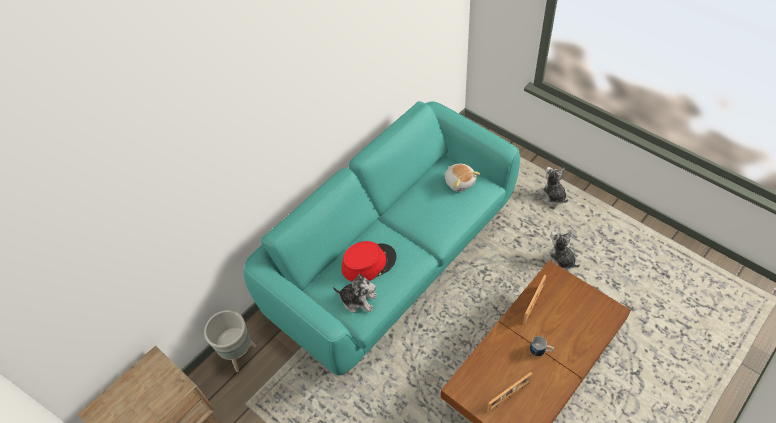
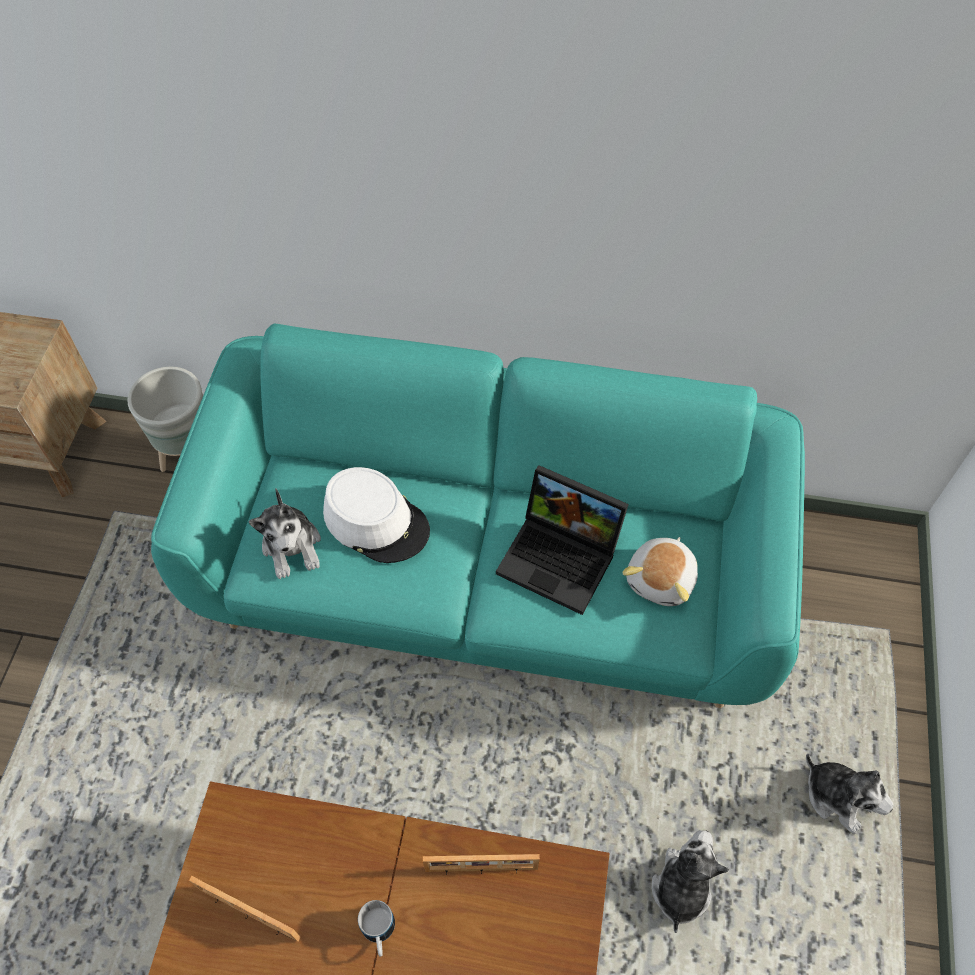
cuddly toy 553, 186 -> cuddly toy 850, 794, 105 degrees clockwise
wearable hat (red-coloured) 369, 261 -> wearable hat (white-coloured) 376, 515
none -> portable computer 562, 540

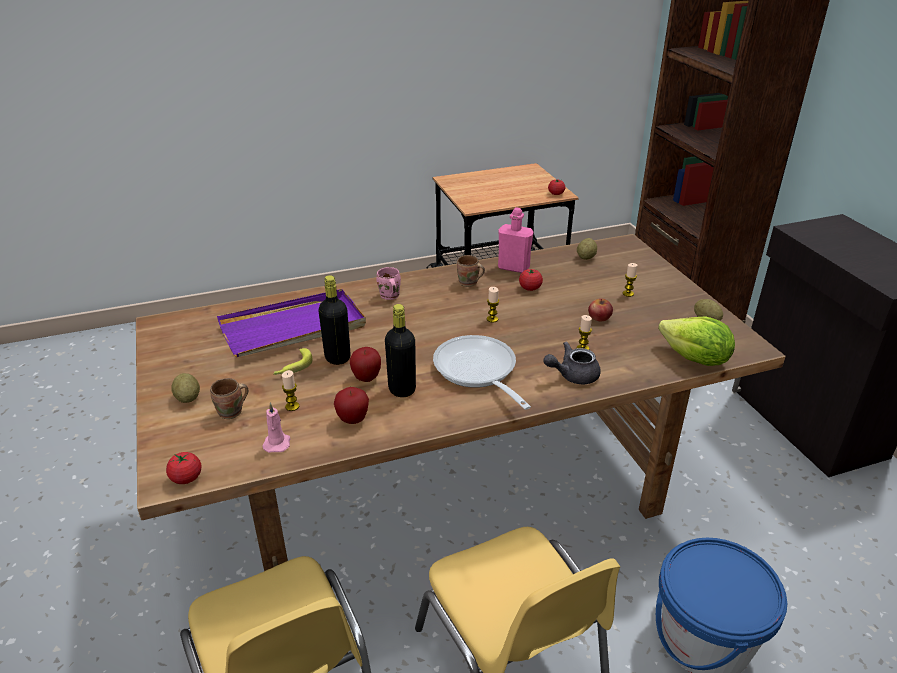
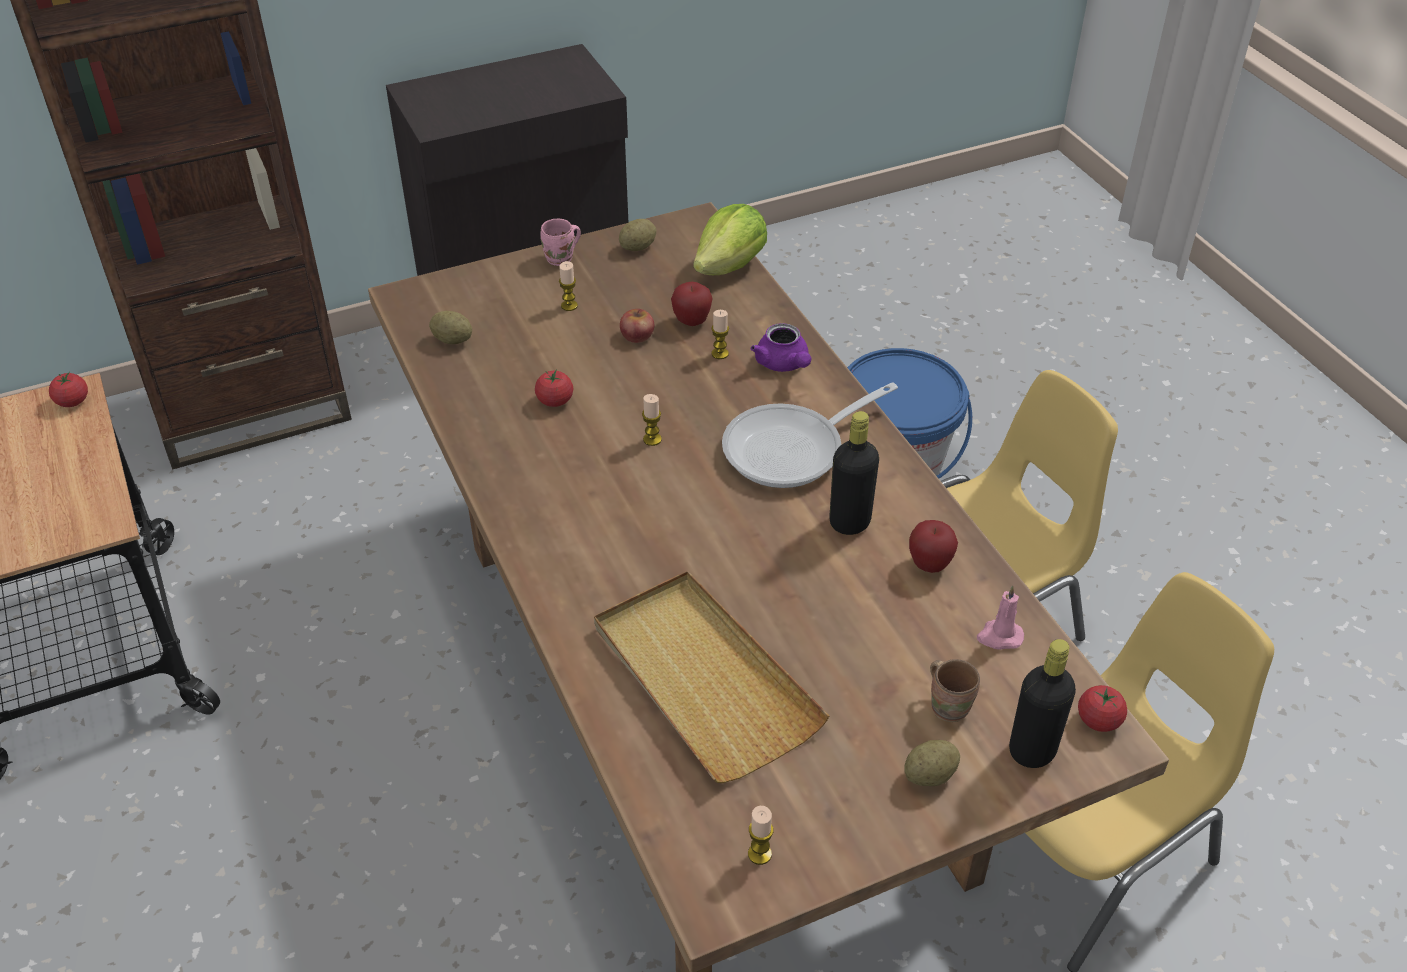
drink bottle (pink) 515, 240 -> none
coffee mug (brown) 471, 271 -> none
coffee mug (pink) 388, 283 -> coffee mug (pink) 560, 242, moved
drink bottle (black-coloured) 334, 320 -> drink bottle (black-coloured) 1042, 703, moved
tray (purple-coloured) 291, 323 -> tray (sand-coloured) 711, 677
tea pot (grey) 572, 362 -> tea pot (purple-coloured) 781, 347
apple fruit 365, 364 -> apple fruit 691, 304, moved
whole banana 293, 361 -> none
wax light 290, 390 -> wax light 761, 835, moved

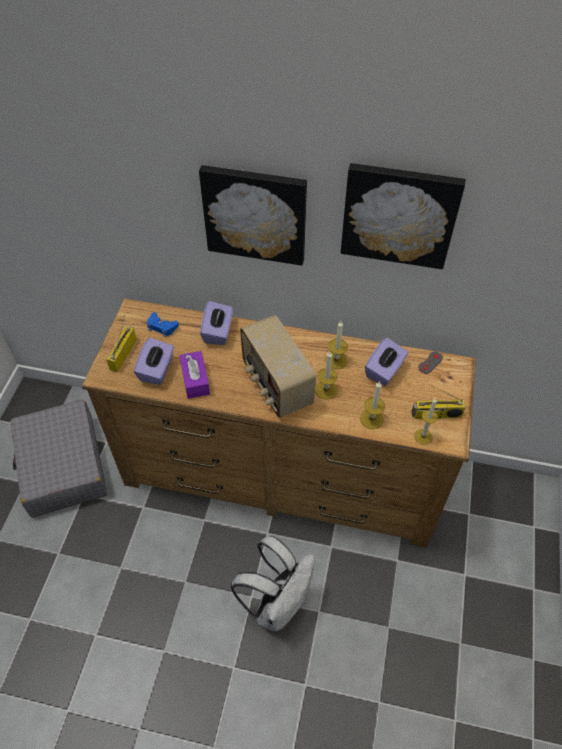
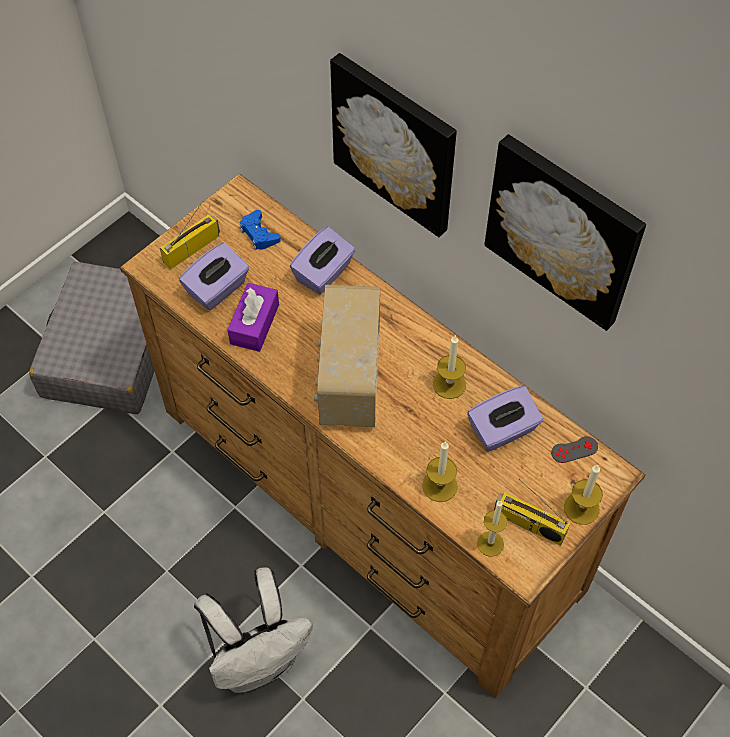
wax light 326, 375 -> wax light 583, 495, moved

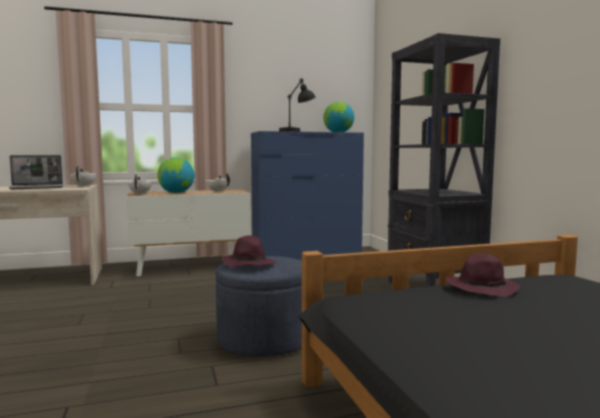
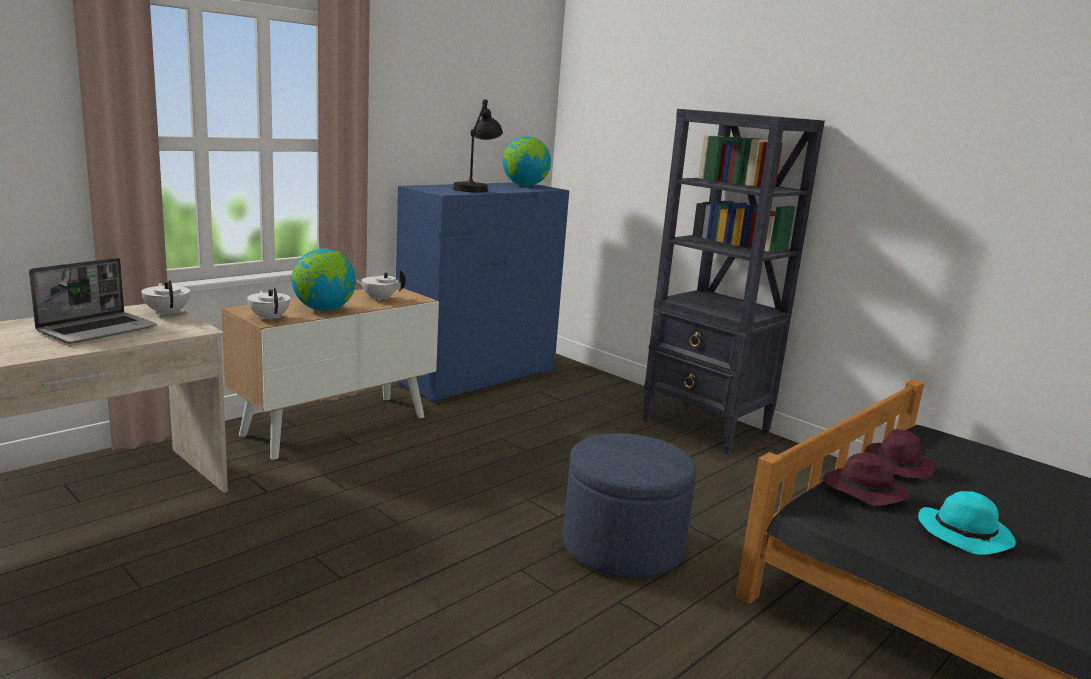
wearable hat (purple-coloured) 248, 251 -> wearable hat (purple-coloured) 867, 479, moved
none -> wearable hat (blue-green) 967, 523

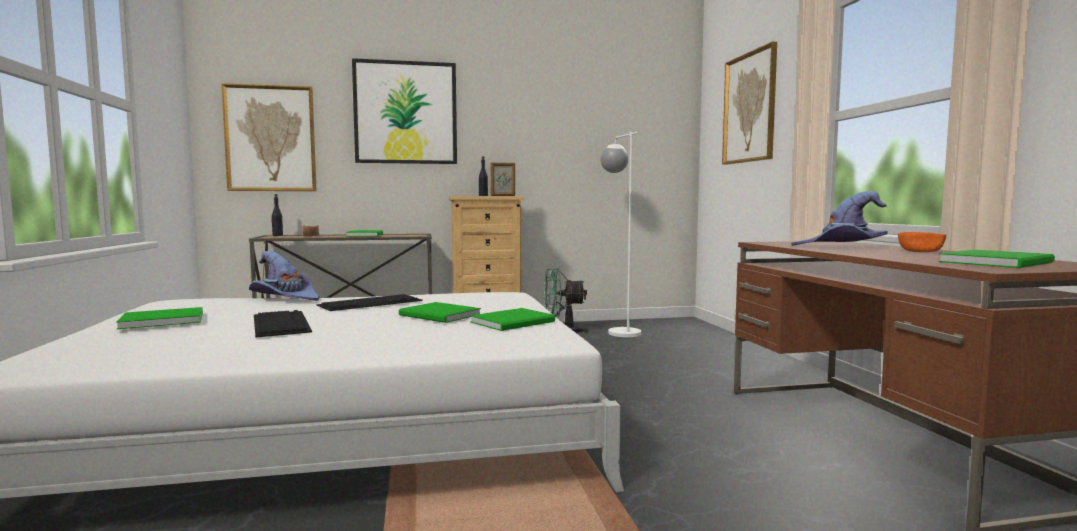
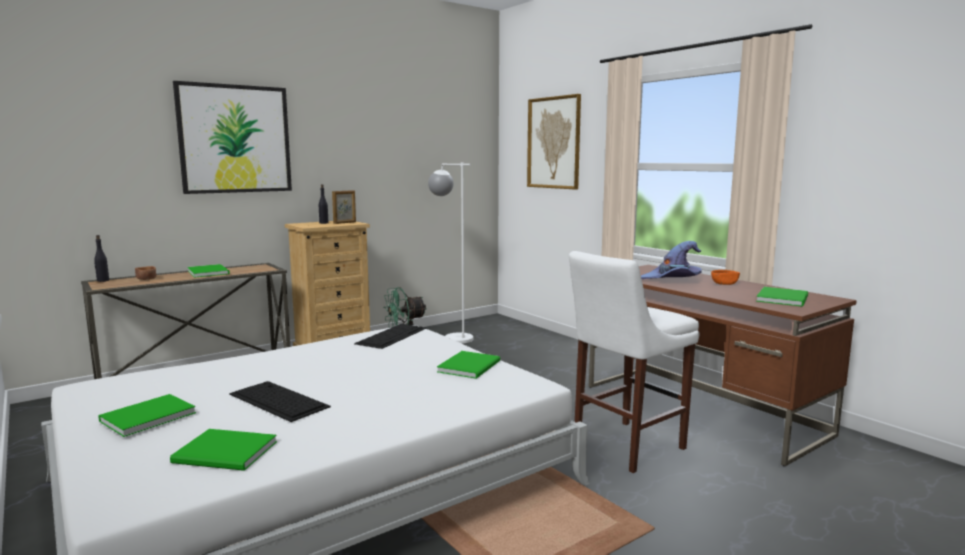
wall art 269, 137 -> none
wearable hat (purple-coloured) 284, 276 -> none
keyboard 369, 302 -> keyboard 390, 336, moved
volume (green) 440, 312 -> volume (green) 223, 450, moved
none -> stool seat (white-coloured) 634, 362

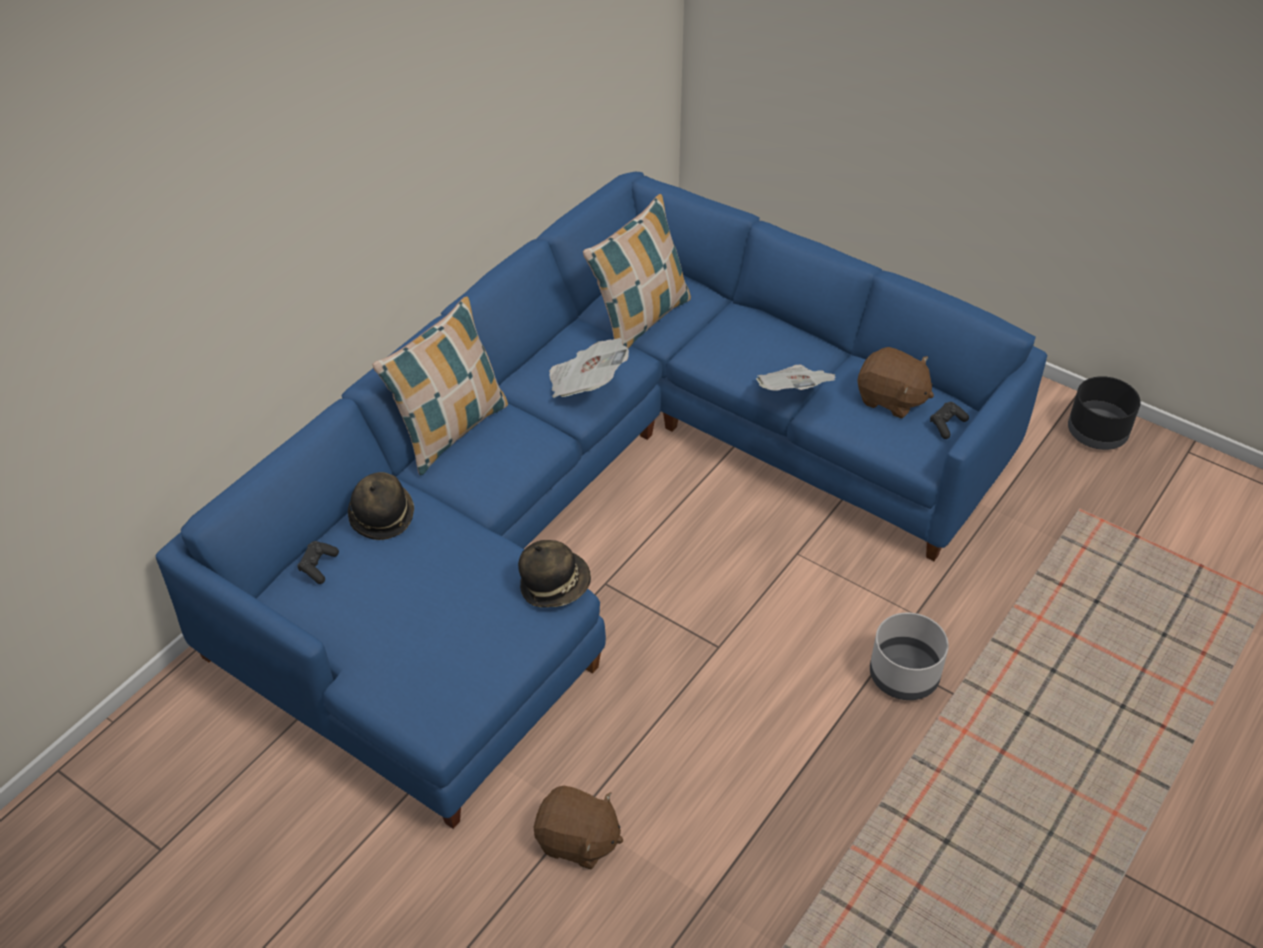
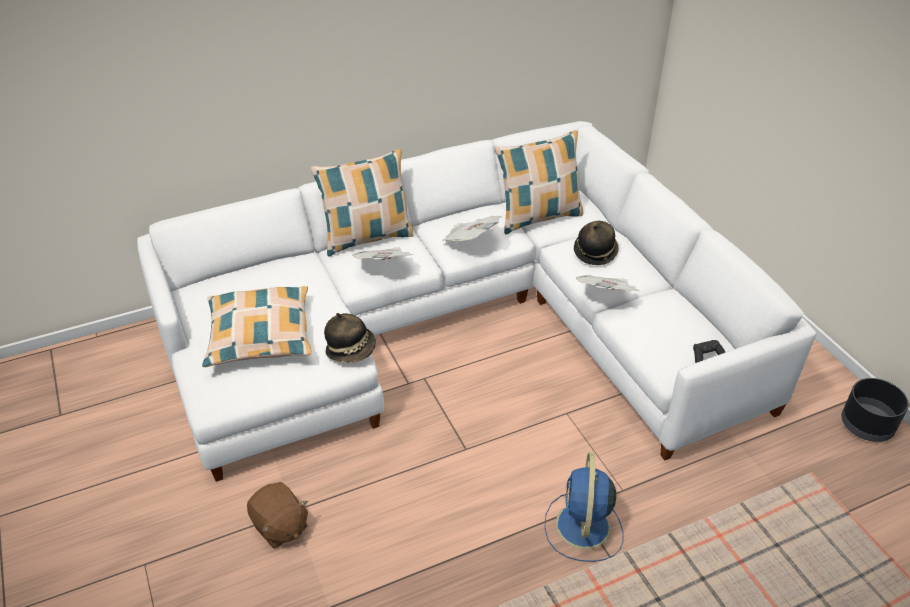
couch (blue-coloured) 602, 500 -> couch (white-coloured) 477, 301
cuddly toy (brown) 895, 383 -> none
wearable hat 381, 506 -> wearable hat 596, 243, moved
joypad (black-coloured) 318, 562 -> none
flower pot (grey) 909, 656 -> cooling fan (blue-coloured) 584, 507
none -> printed paper 383, 254
none -> throw pillow 256, 326

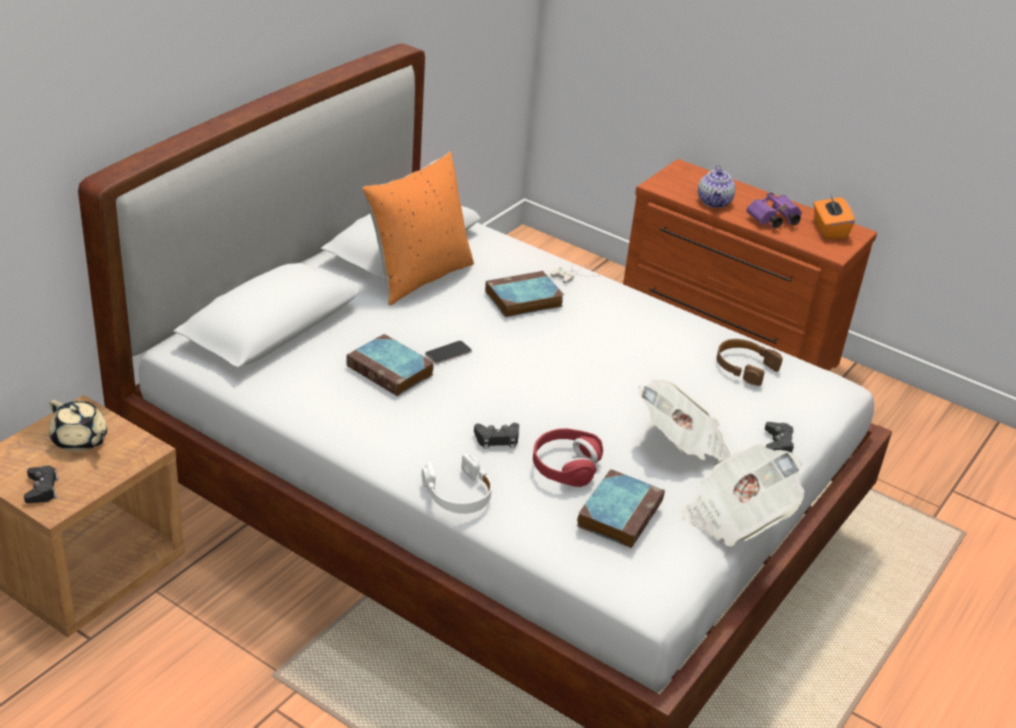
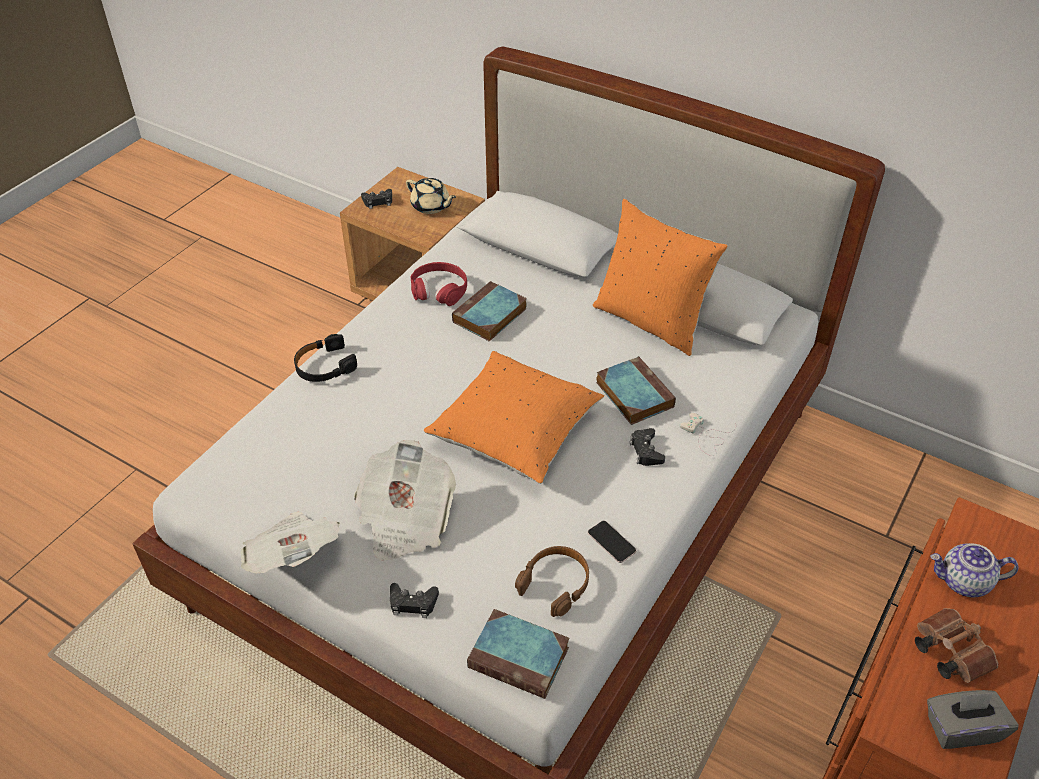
binoculars (purple-coloured) 774, 210 -> binoculars (brown) 956, 645
box of tissues (orange-coloured) 834, 217 -> box of tissues (grey) 973, 719
telephone 448, 352 -> telephone 612, 541, moved
tea pot (sand-coloured) 78, 426 -> tea pot (sand-coloured) 431, 196, 90 degrees counterclockwise
joypad (black-coloured) 496, 436 -> joypad (black-coloured) 647, 447, moved
headset (red-coloured) 568, 457 -> headset (red-coloured) 439, 284, moved
headset (white-coloured) 457, 484 -> headset (black-coloured) 325, 358
volume 621, 508 -> volume 518, 654, moved
none -> throw pillow (orange-coloured) 514, 417

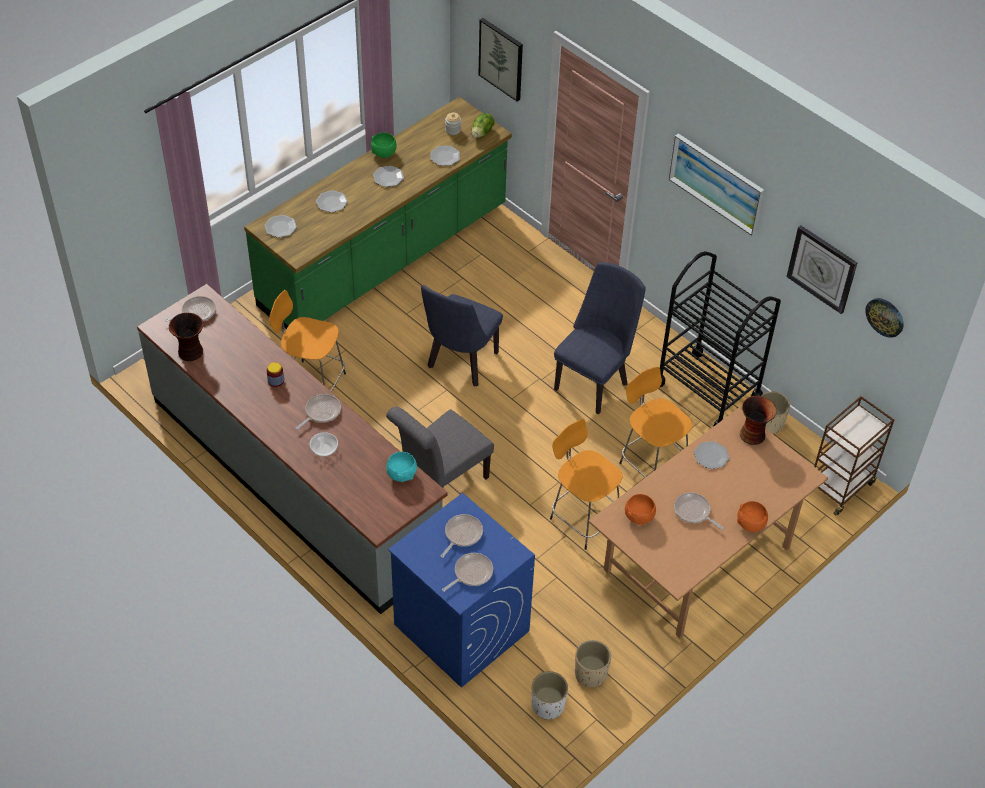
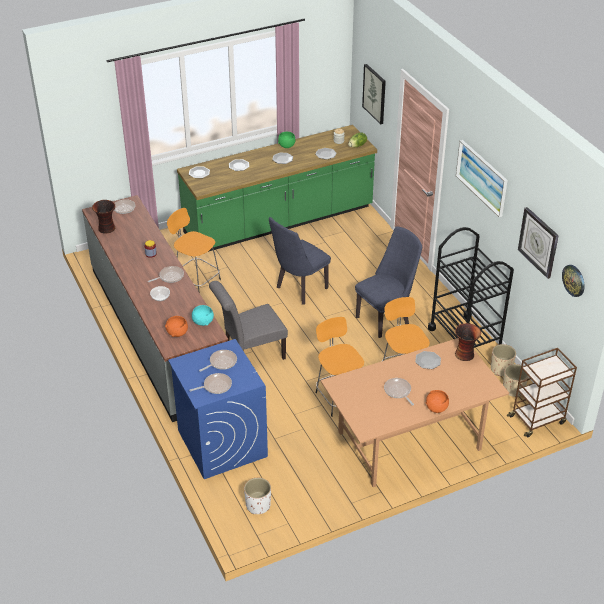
bowl (orange-coloured) 640, 510 -> bowl (orange-coloured) 176, 326, moved
flower pot (sand-coloured) 593, 663 -> flower pot (sand-coloured) 515, 380, moved

